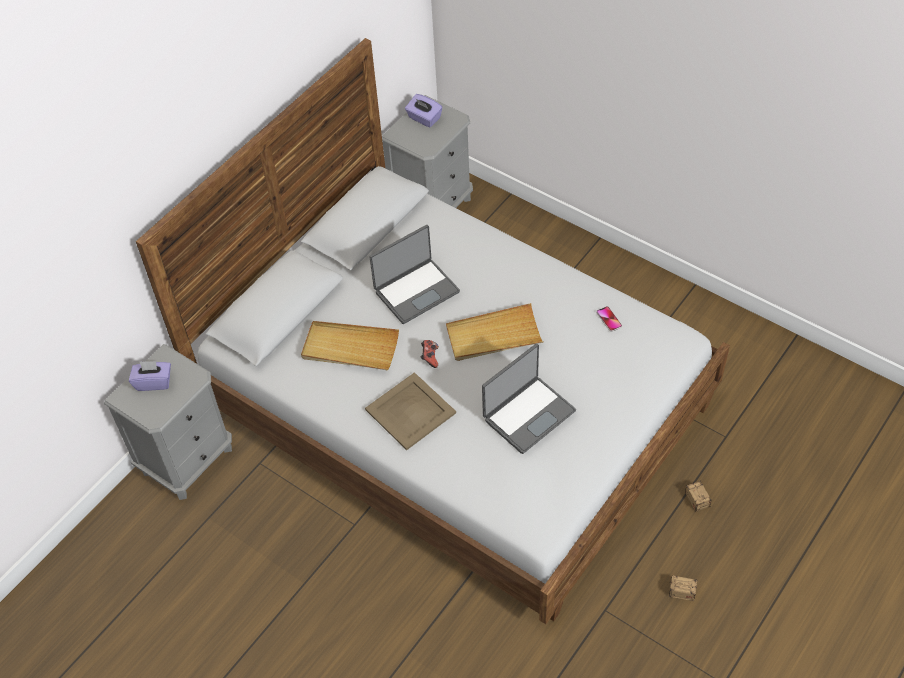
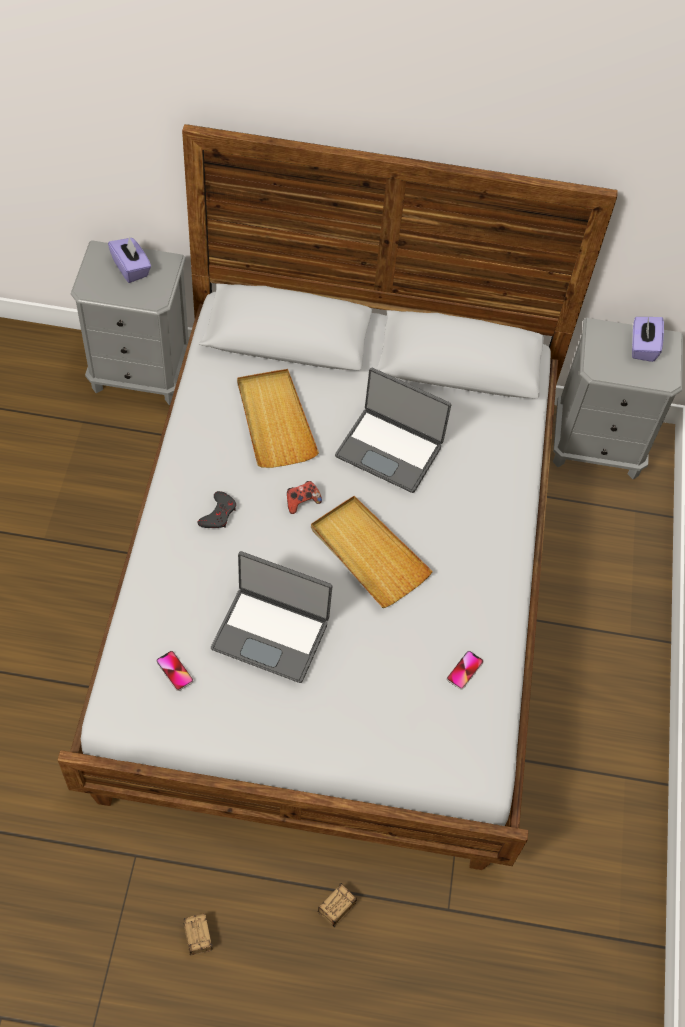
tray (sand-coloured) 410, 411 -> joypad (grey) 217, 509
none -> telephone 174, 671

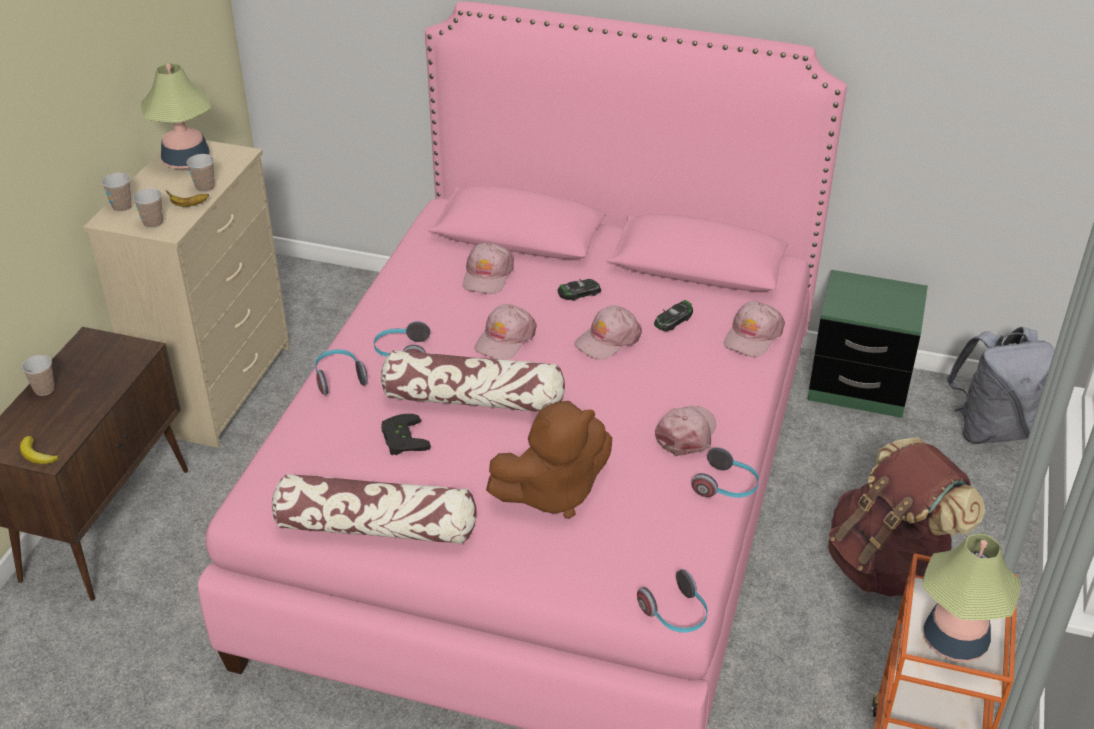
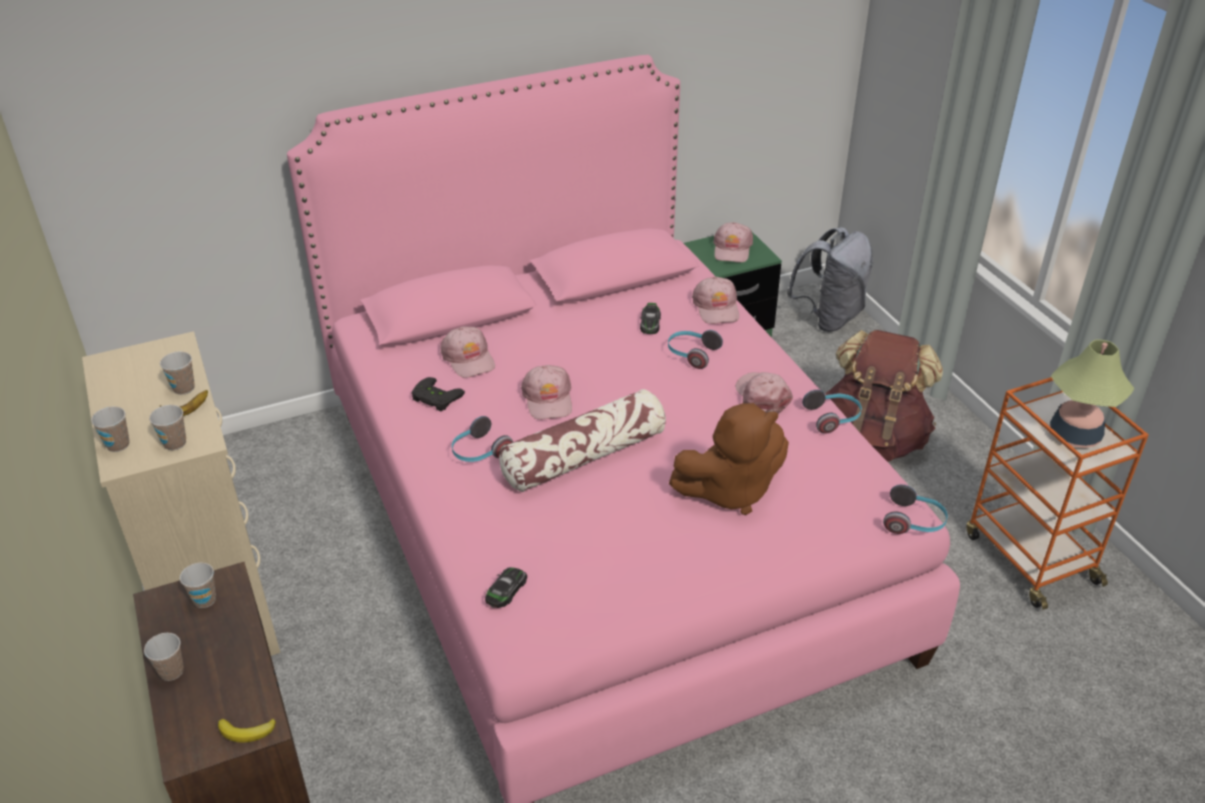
tabletop lamp 176, 116 -> none
miniature car 579, 290 -> miniature car 506, 587, moved
baseball cap (pink) 608, 332 -> baseball cap (pink) 733, 242, moved
headset 341, 372 -> headset 695, 349, moved
cuddly toy (brown) 549, 460 -> cuddly toy (brown) 729, 459, 45 degrees clockwise
joypad (black-coloured) 406, 434 -> joypad (black-coloured) 438, 394, moved
throw pillow 374, 508 -> none
none -> small cup 198, 585

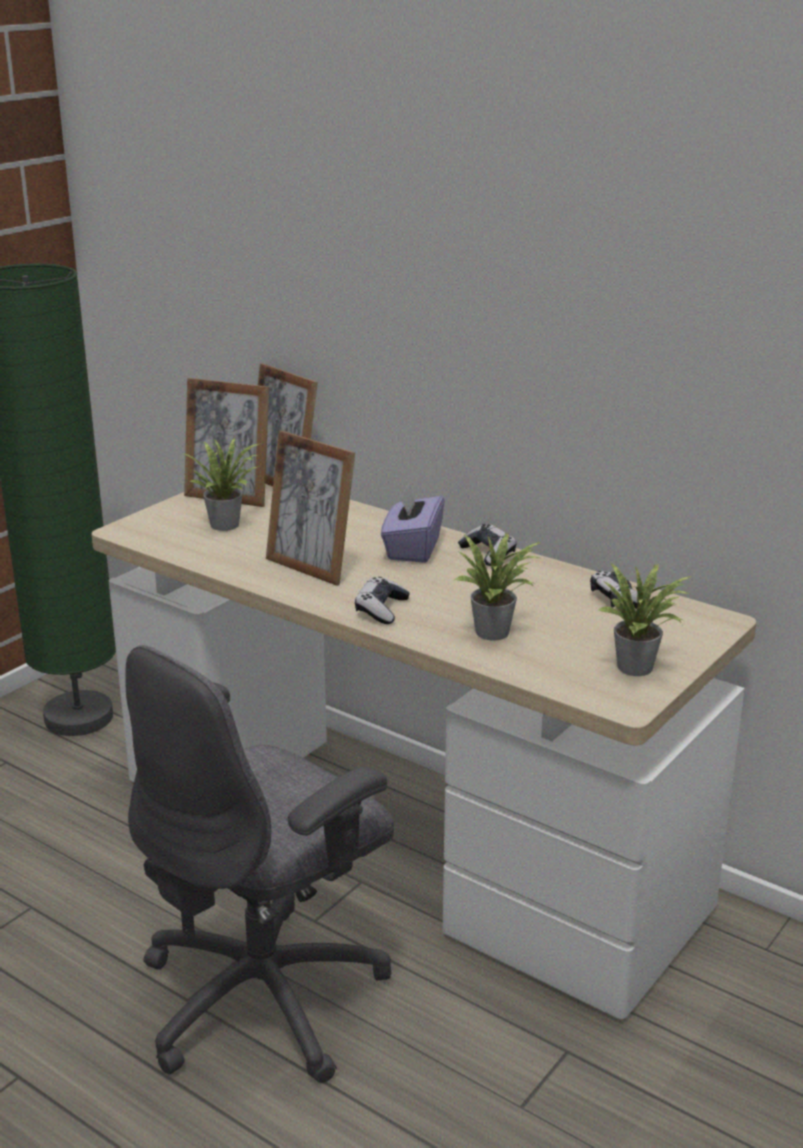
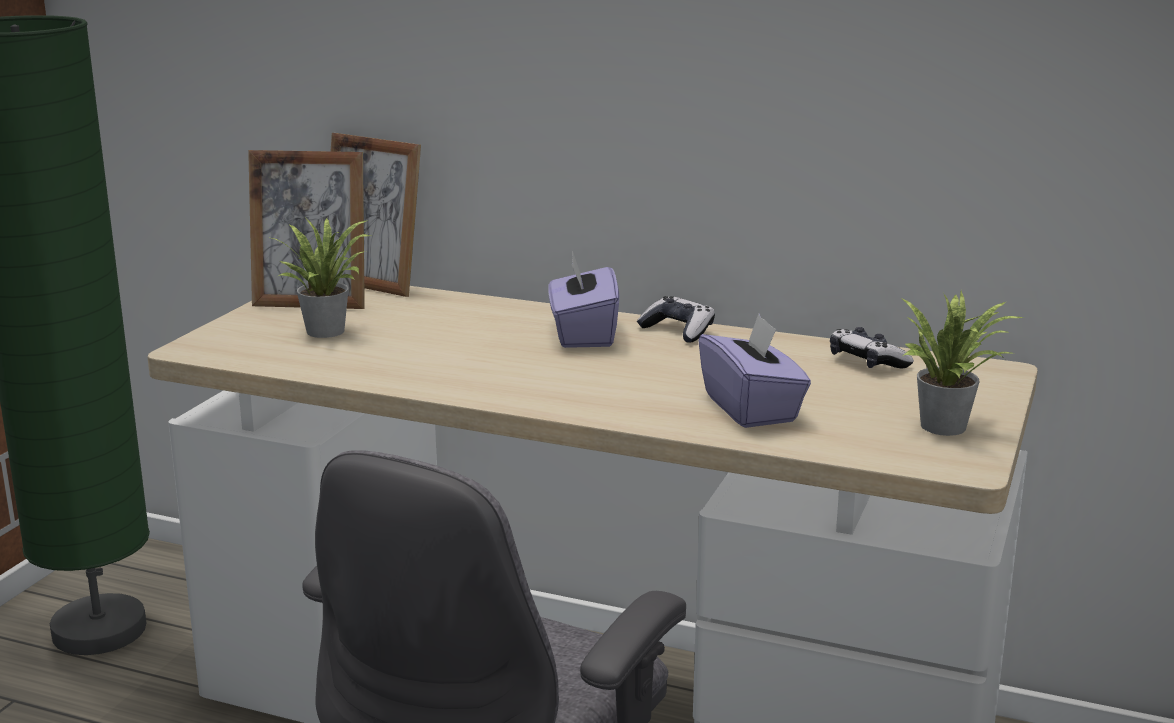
standing frame 310, 508 -> none
houseplant 498, 587 -> box of tissues (purple-coloured) 755, 371
joypad 382, 600 -> none

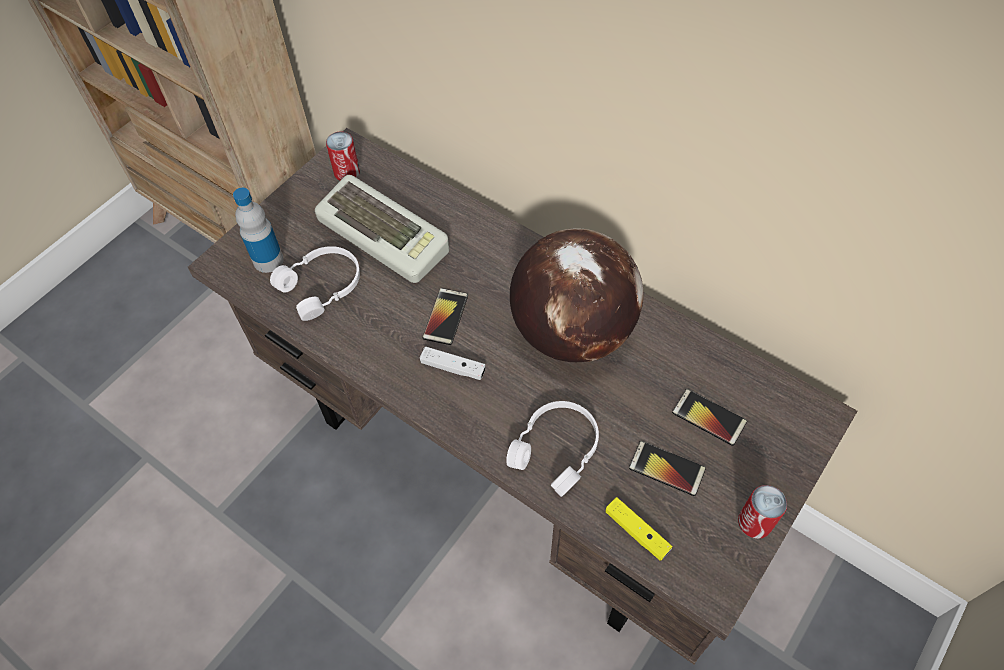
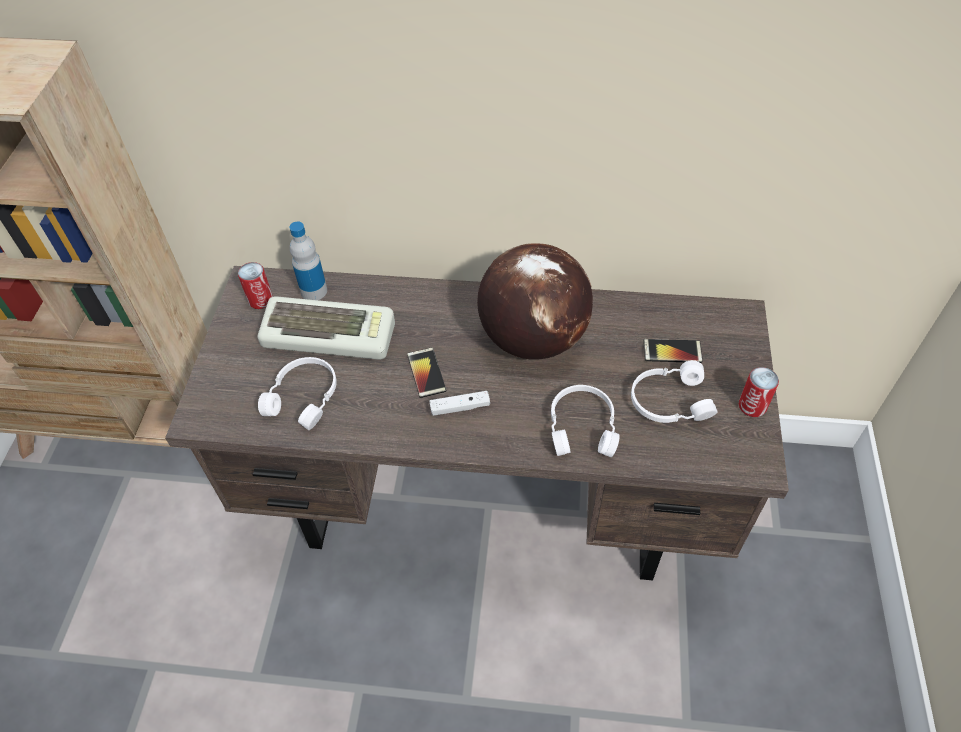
drink bottle 258, 230 -> drink bottle 308, 261, moved
telephone 667, 468 -> headset (white-coloured) 674, 391
joypad (yellow-coloured) 638, 529 -> none

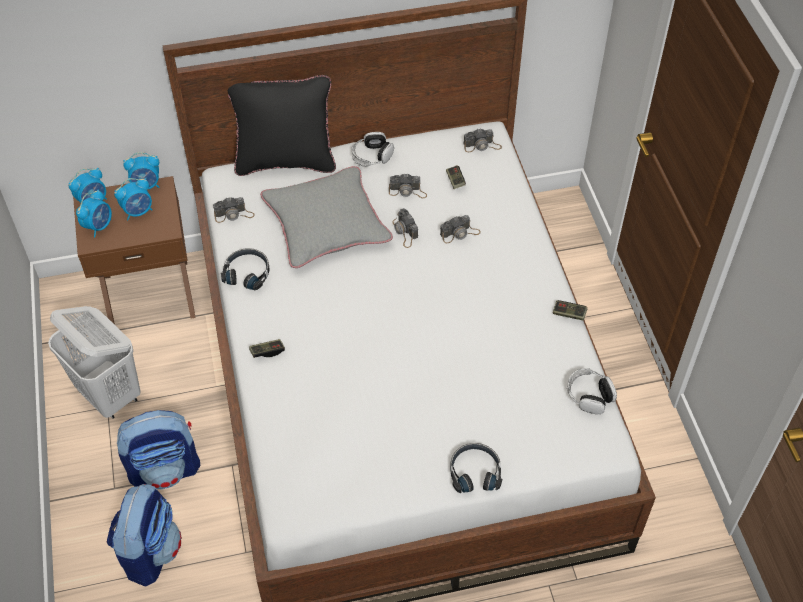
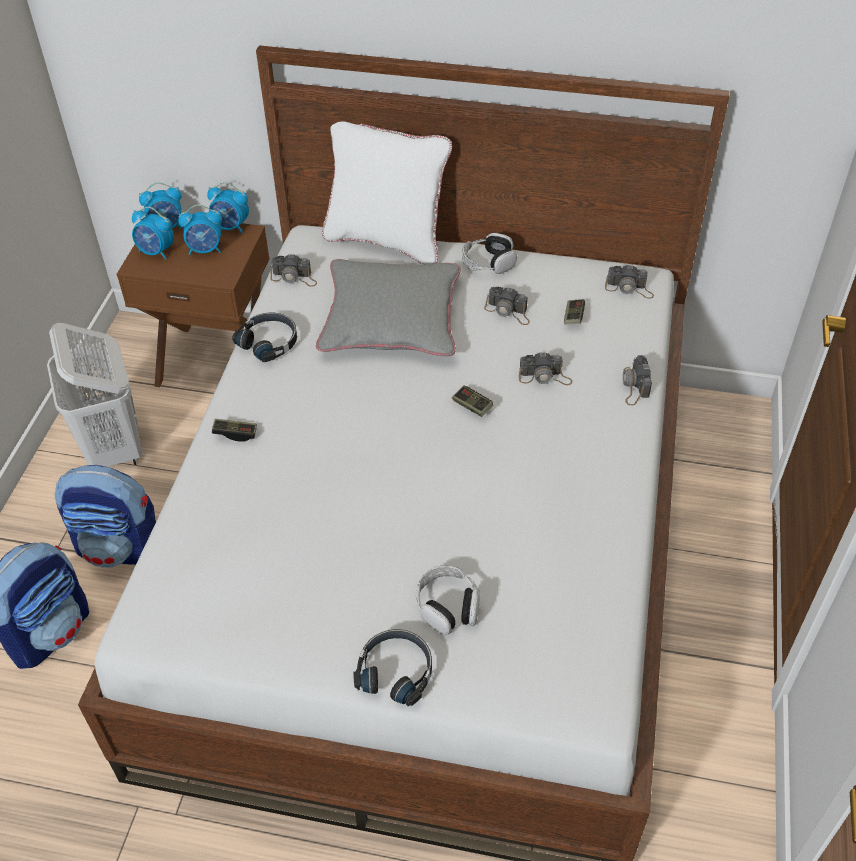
throw pillow (black-coloured) 282, 125 -> throw pillow (white-coloured) 387, 193
alarm clock 94, 213 -> alarm clock 153, 233, 60 degrees clockwise
still camera 405, 228 -> still camera 637, 380, moved
joypad 570, 310 -> joypad 472, 401, moved
headset 592, 391 -> headset 448, 600, moved

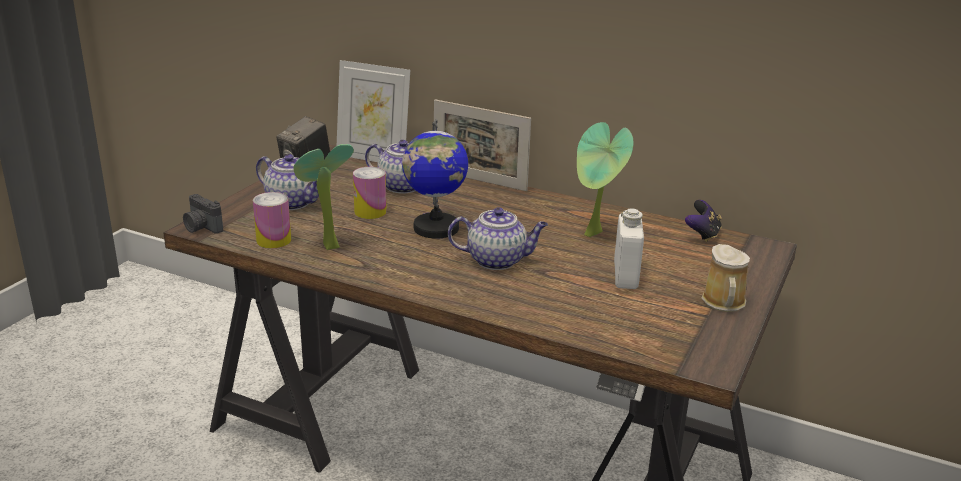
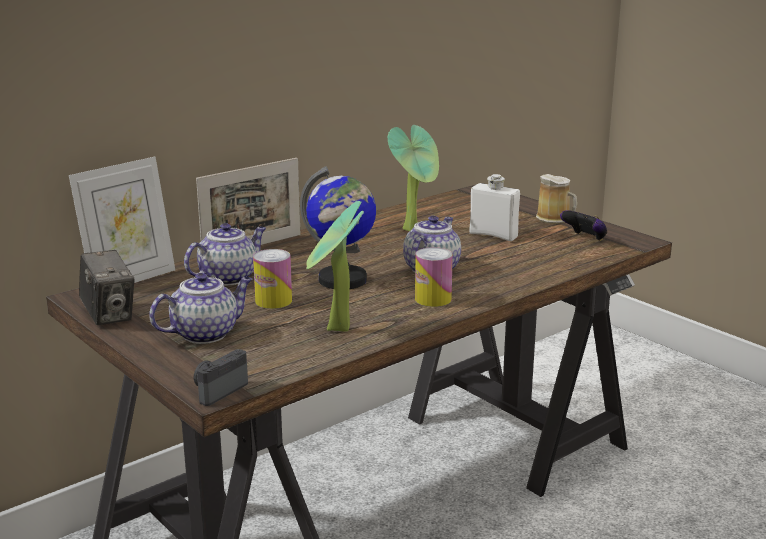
can 272, 220 -> can 434, 277, moved
still camera 203, 214 -> still camera 221, 377, 150 degrees clockwise
joypad 703, 221 -> joypad 583, 225, moved

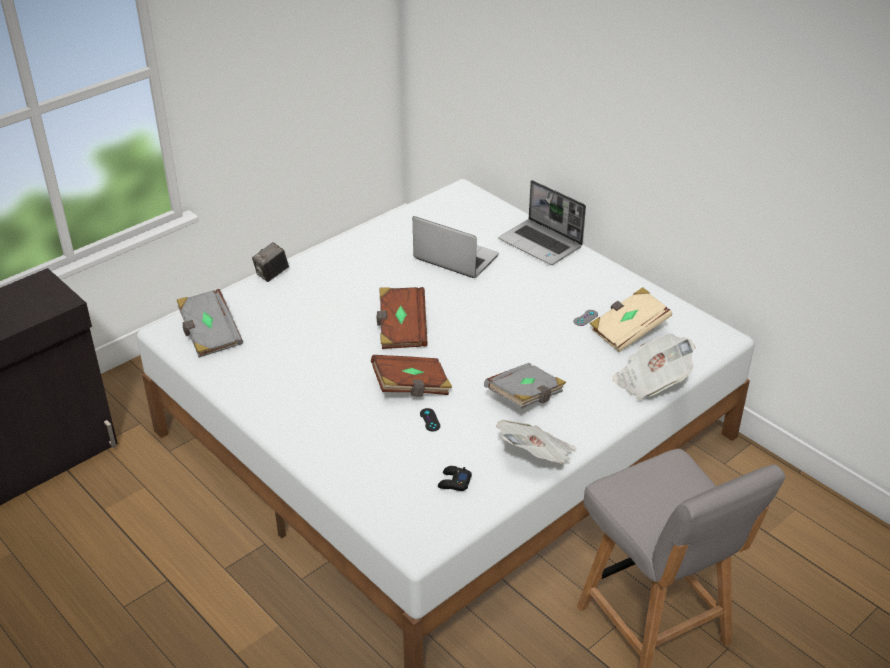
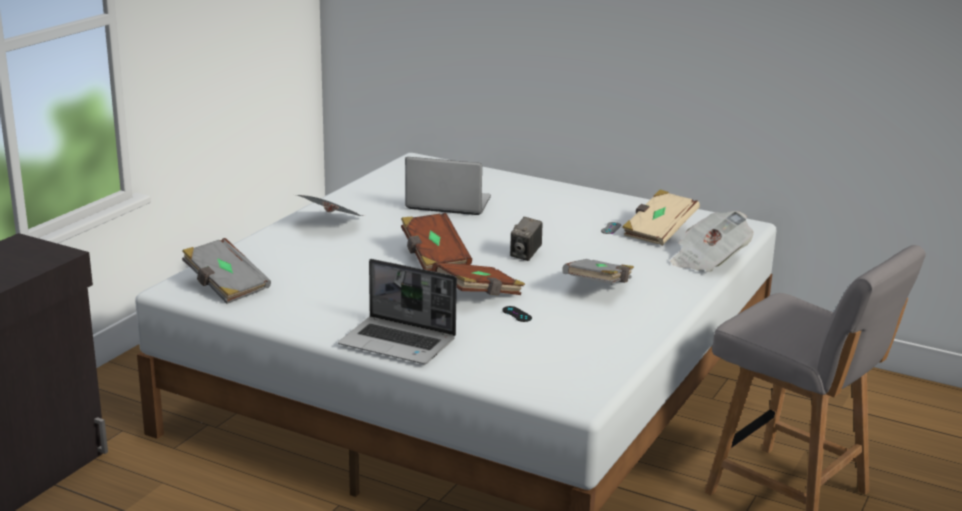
portable computer 542, 222 -> portable computer 397, 311, moved
still camera 270, 262 -> still camera 526, 239, moved
printed paper 536, 442 -> printed paper 331, 205, moved
joypad (black-coloured) 455, 478 -> none

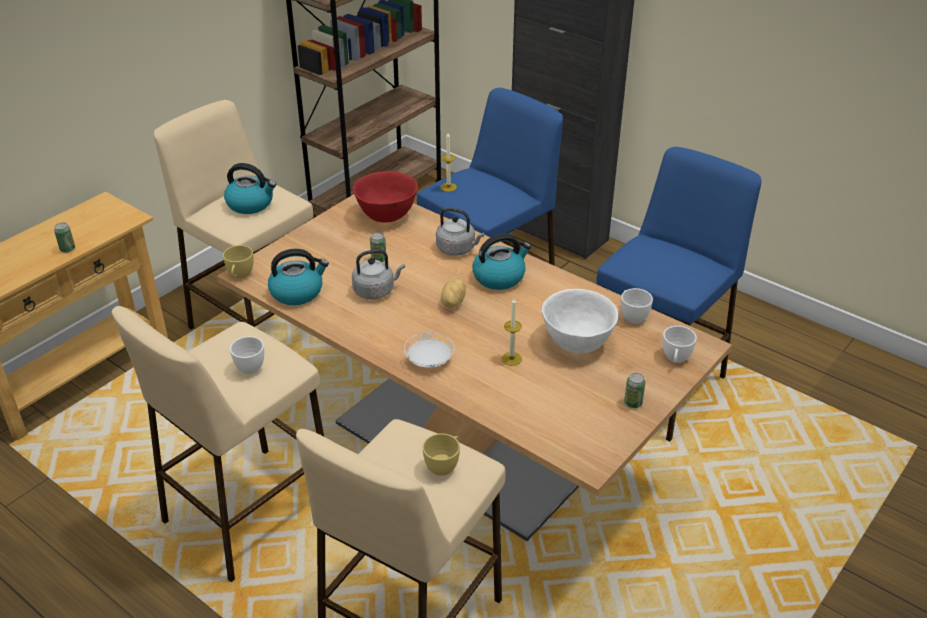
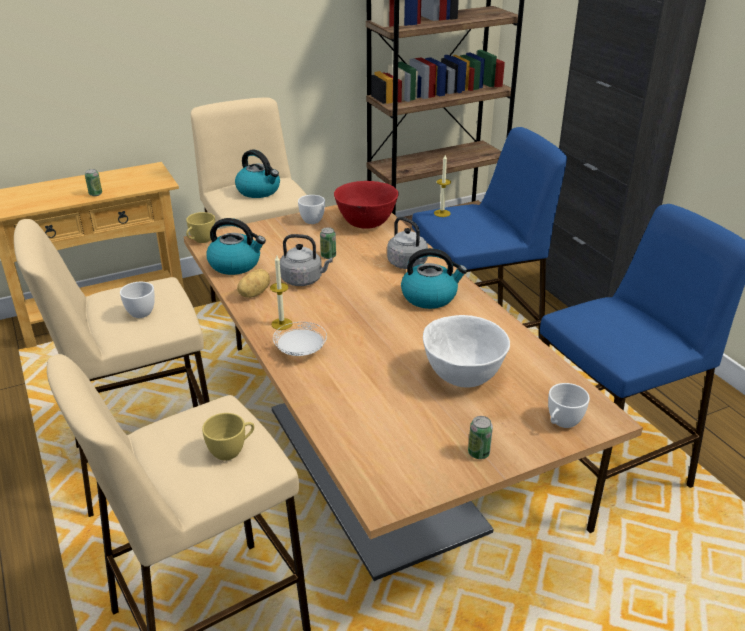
potato 453, 292 -> potato 253, 283, moved
small cup (white-coloured) 637, 306 -> small cup (white-coloured) 311, 209, moved
wax light 511, 332 -> wax light 281, 293, moved

